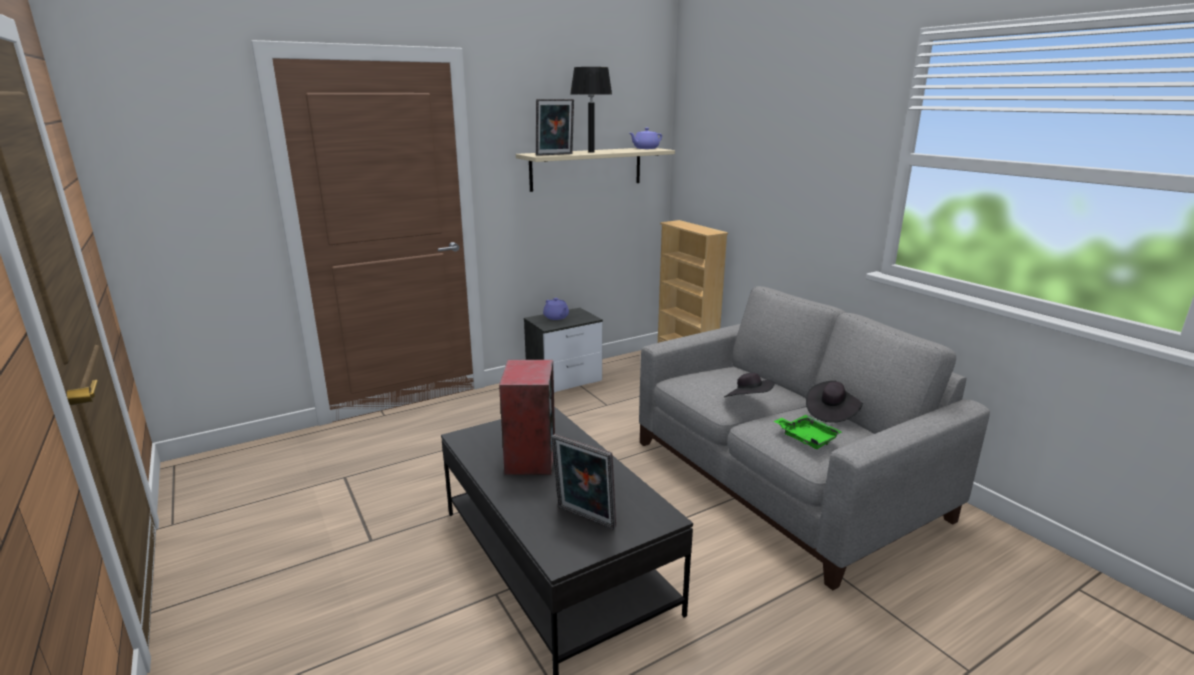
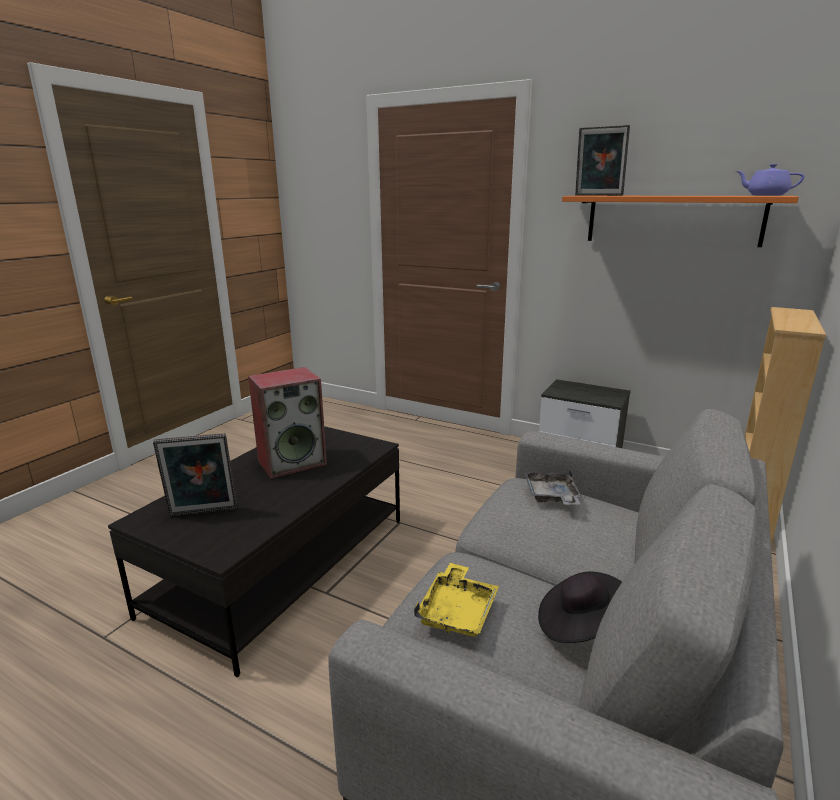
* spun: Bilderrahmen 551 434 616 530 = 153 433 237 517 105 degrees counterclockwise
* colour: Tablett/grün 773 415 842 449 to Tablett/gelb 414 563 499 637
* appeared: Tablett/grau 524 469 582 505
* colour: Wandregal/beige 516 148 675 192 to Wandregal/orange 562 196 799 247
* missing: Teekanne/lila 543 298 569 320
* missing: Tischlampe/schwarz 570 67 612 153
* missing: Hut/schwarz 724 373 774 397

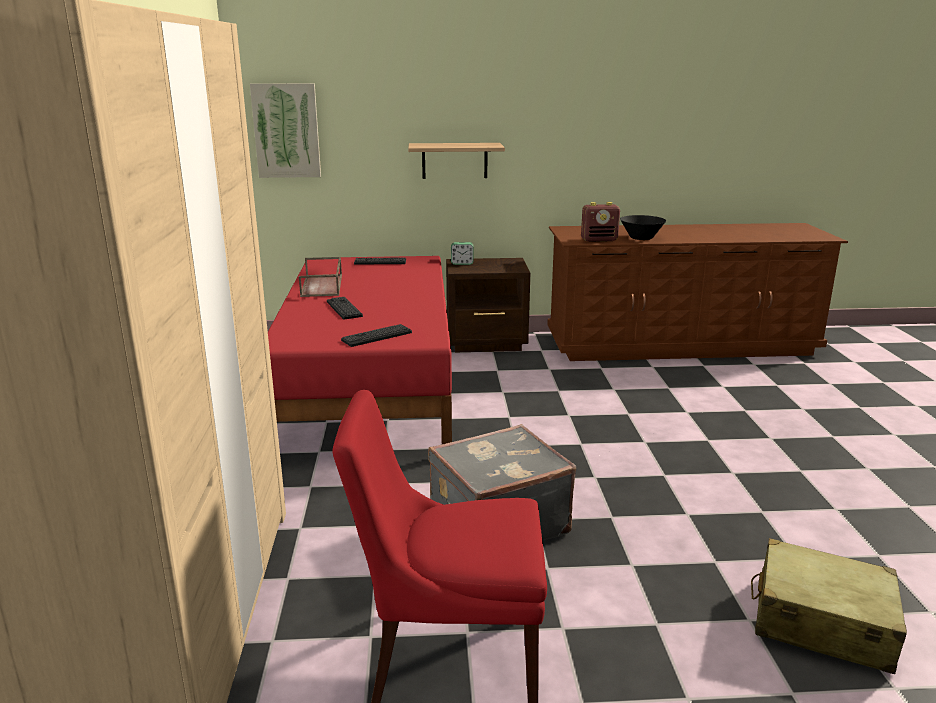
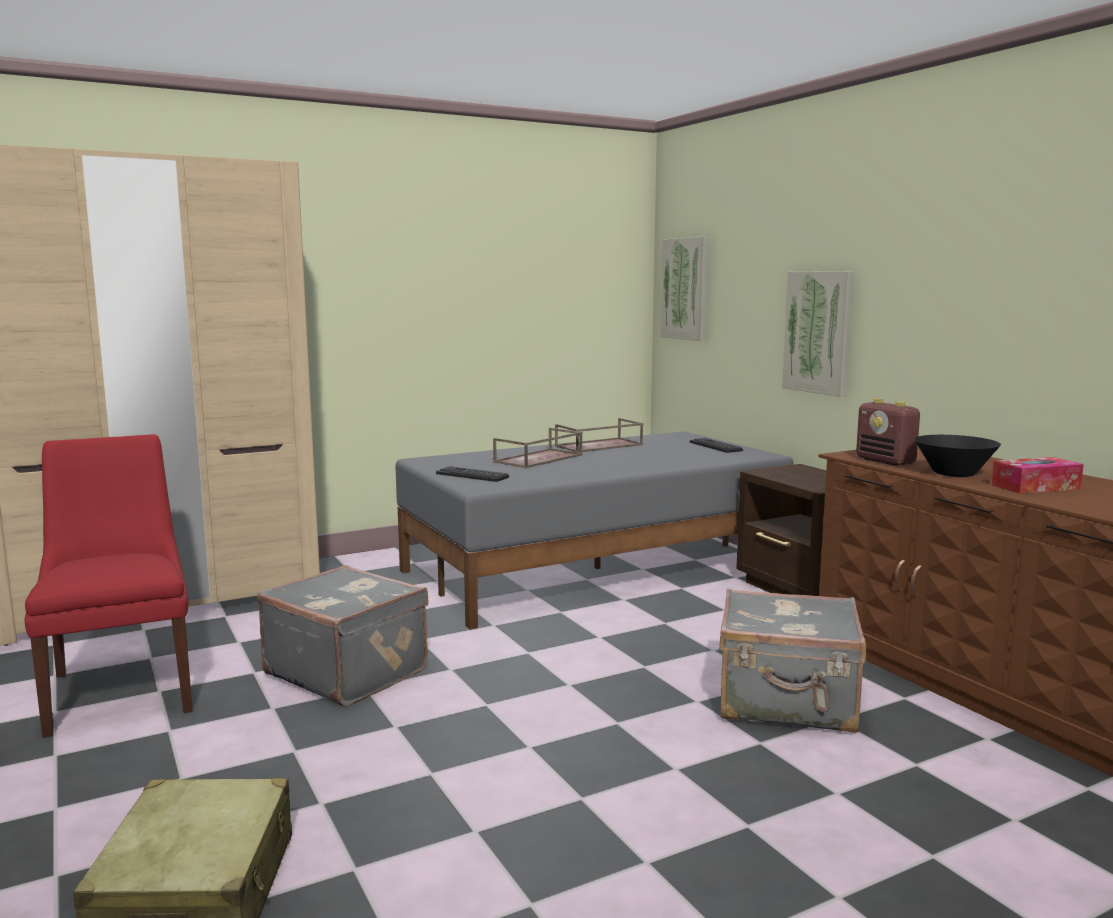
* colour: Bett/rot 268 256 452 444 to Bett/grau 395 431 793 630
* exchanged: Tastatur 327 297 363 319 to Tablett/braun 493 428 583 468
* appeared: Koffer/grau 719 589 866 732
* exchanged: Wandregal 408 143 505 179 to Bild 782 271 854 397
* appeared: Taschentuchbox 991 457 1084 494
* missing: Wecker 451 242 474 265

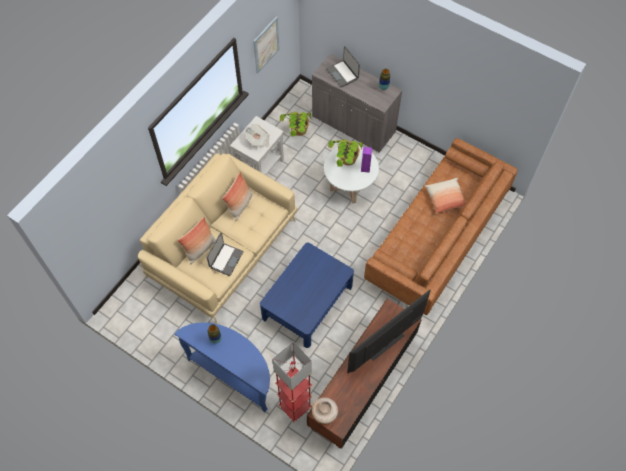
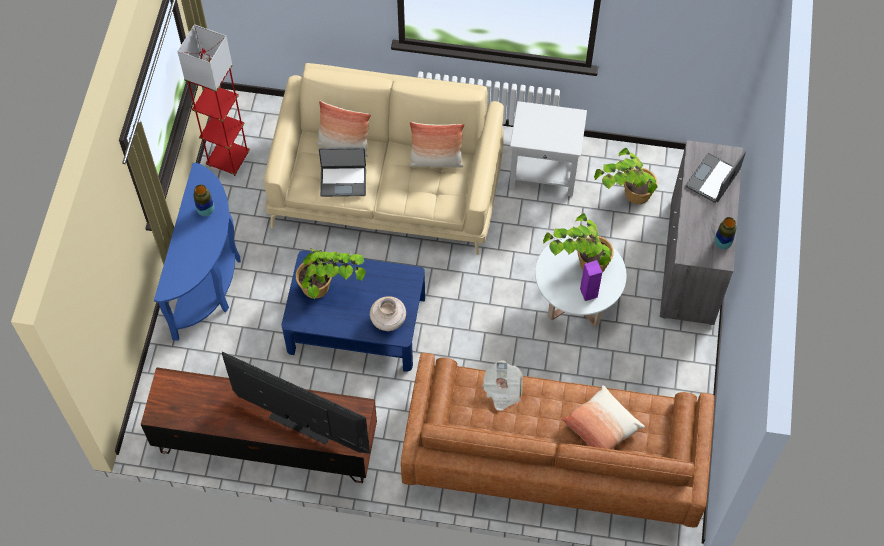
* relocated: Stehlampe/rot 272 341 312 422 to 177 24 250 176
* appeared: Topfpflanze 296 248 366 299
* relocated: Vase/beige 312 398 338 424 to 370 296 406 331
* relocated: Zeitung 245 124 270 148 to 482 360 523 411
* missing: Bild 253 16 280 74

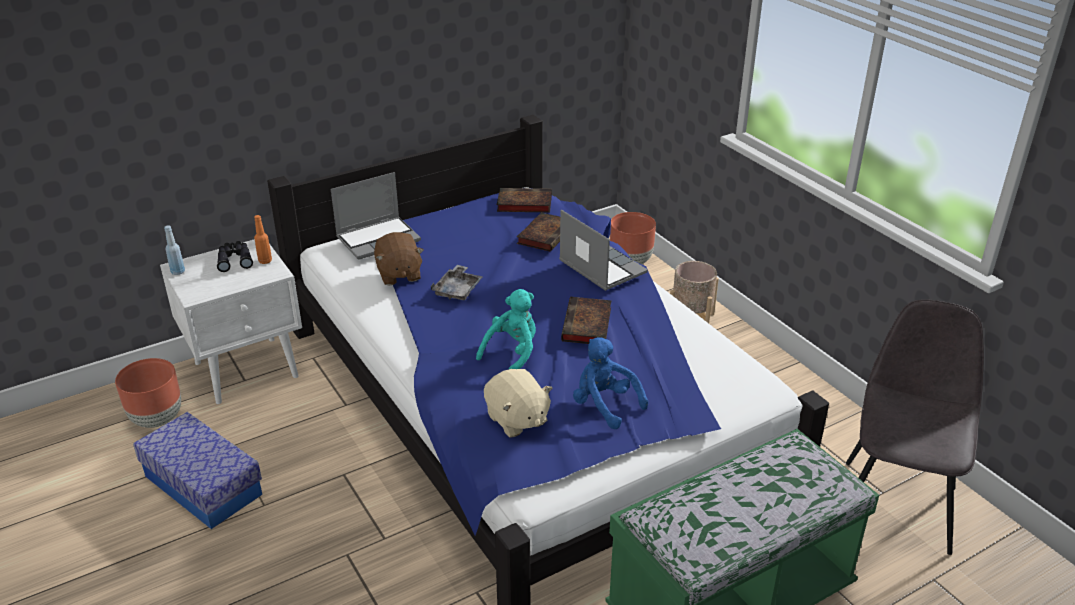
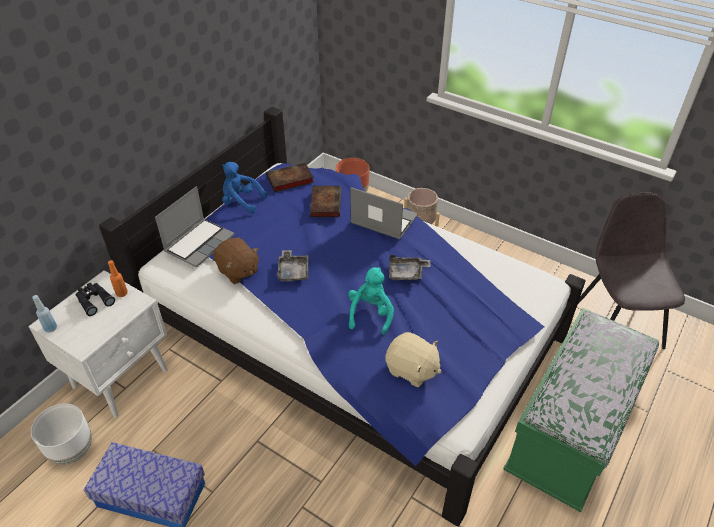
* colour: Pflanzkübel/braun 115 358 181 428 to Pflanzkübel/weiß 31 403 92 465
* relocated: Plüschtier/blau 573 337 649 429 to 222 162 267 214
* exchanged: Buch 561 297 612 344 to Tablett/grau 389 255 431 280

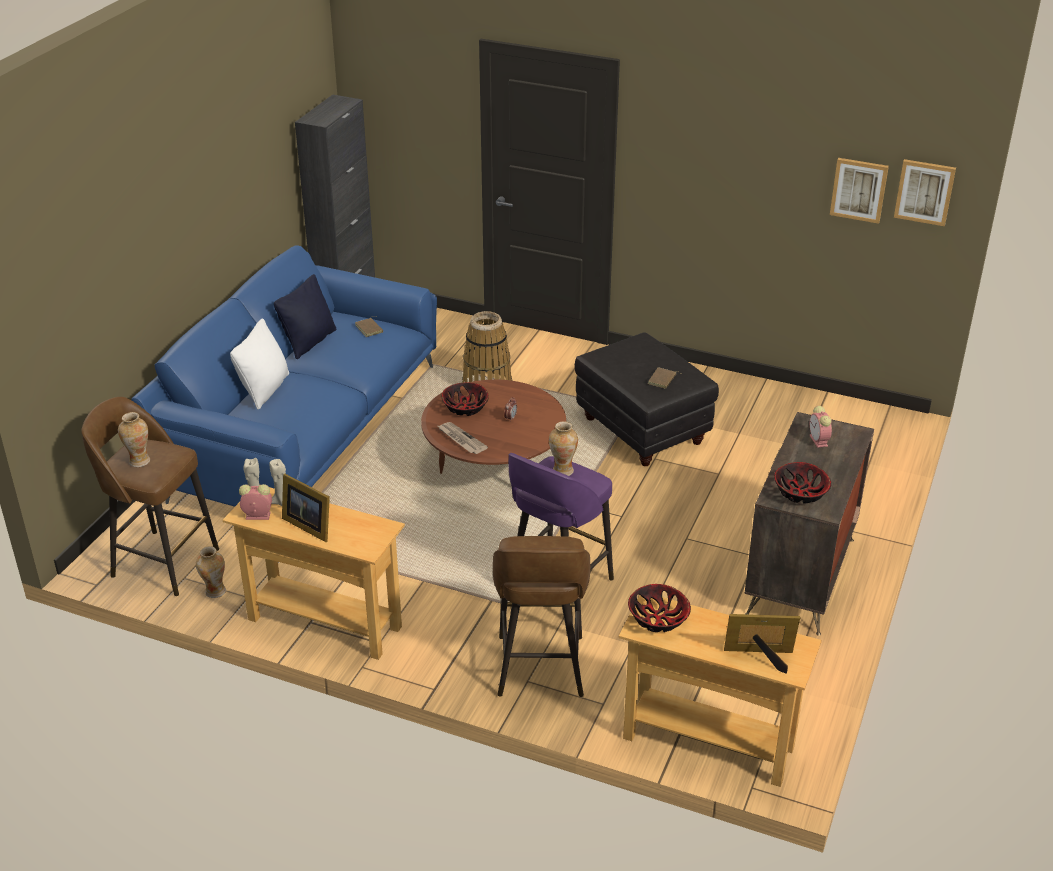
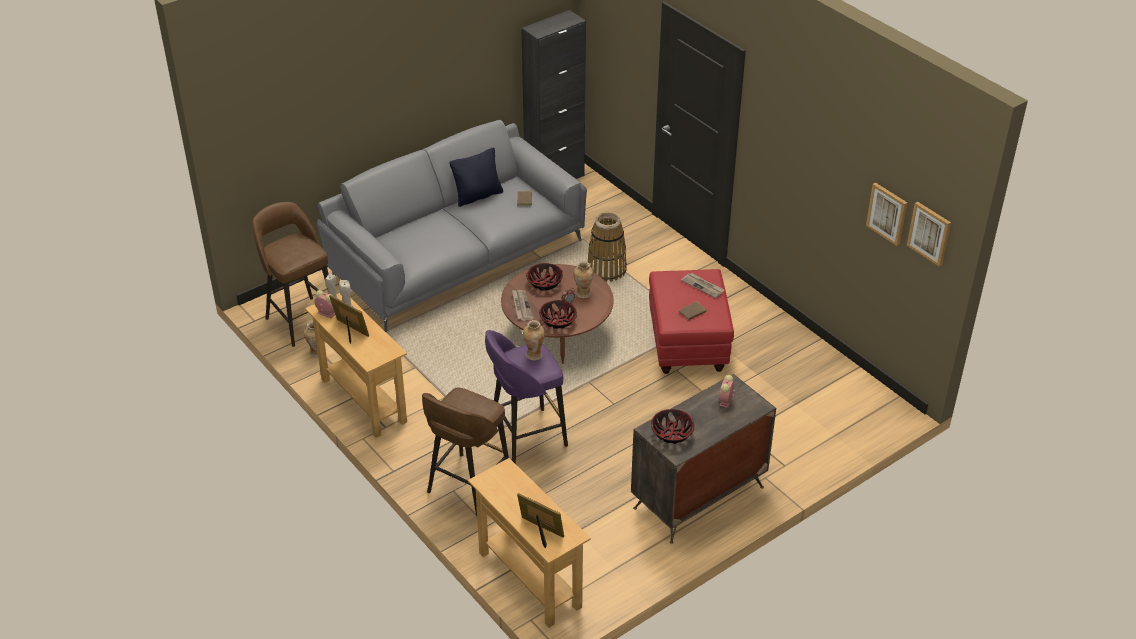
* colour: Sofa/blau 131 246 437 507 to Sofa/grau 317 120 587 332
* spun: Bilderrahmen 282 474 330 542 = 329 295 369 344 150 degrees clockwise
* relocated: Schüssel 628 584 691 632 to 539 300 577 329
* relocated: Vase 118 412 150 467 to 574 261 594 298
* colour: Polsterhocker/schwarz 575 332 719 466 to Polsterhocker/rot 649 269 734 374
* appeared: Zeitung 681 273 725 298
* missing: Kissen/weiß 230 319 289 409

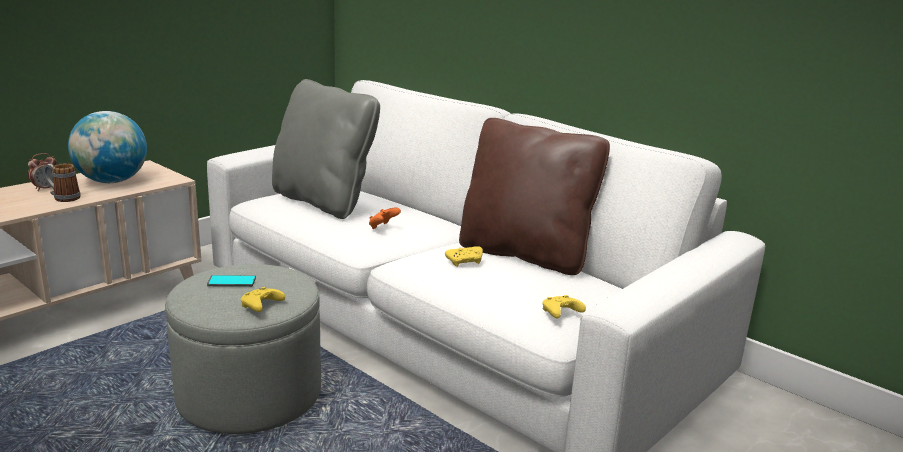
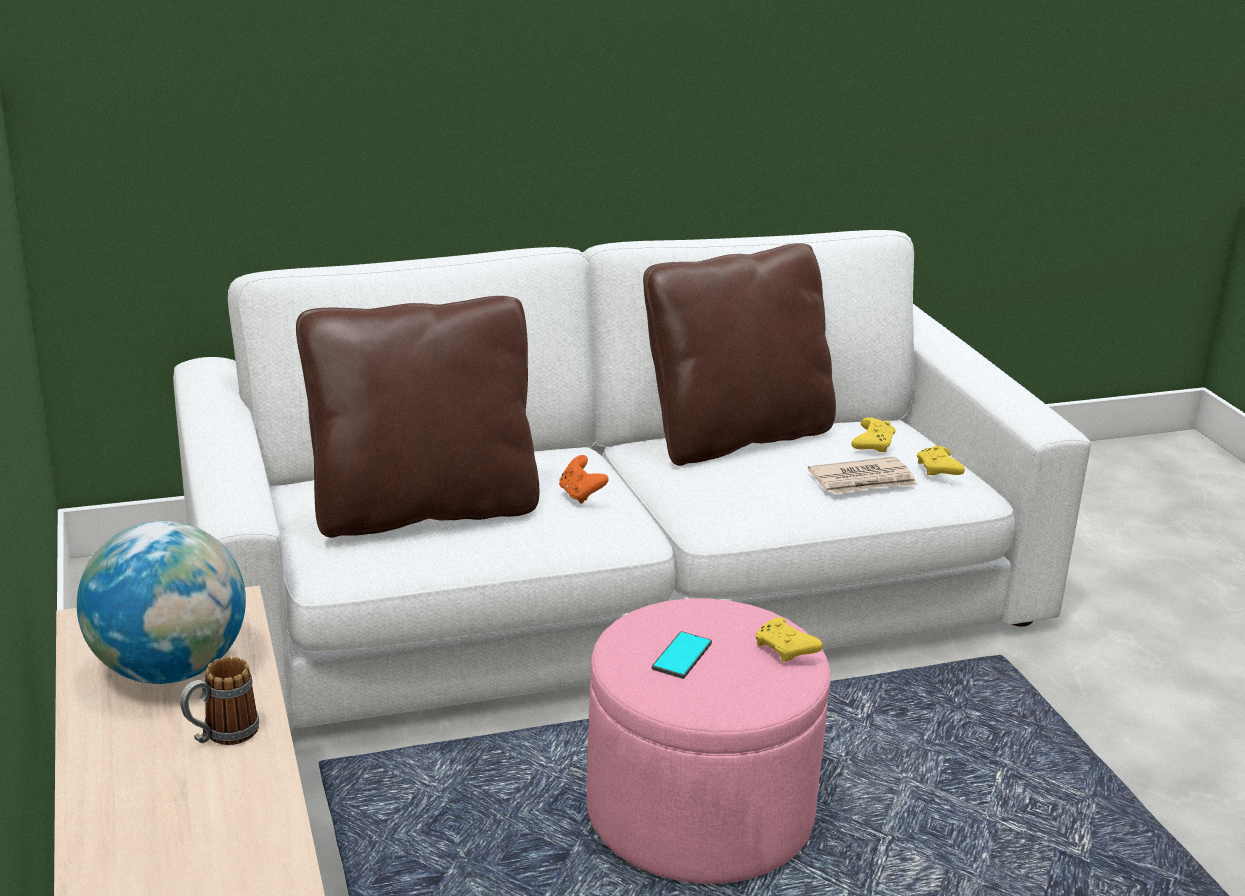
* colour: Kissen/grau 272 79 380 219 to Kissen/braun 296 296 539 538
* colour: Polsterhocker/grau 165 264 321 434 to Polsterhocker/rosa 586 599 830 884
* appeared: Zeitung 808 457 918 494
* relocated: Gamepad/gelb 445 246 483 267 to 851 417 896 452
* missing: Wecker 28 153 57 191

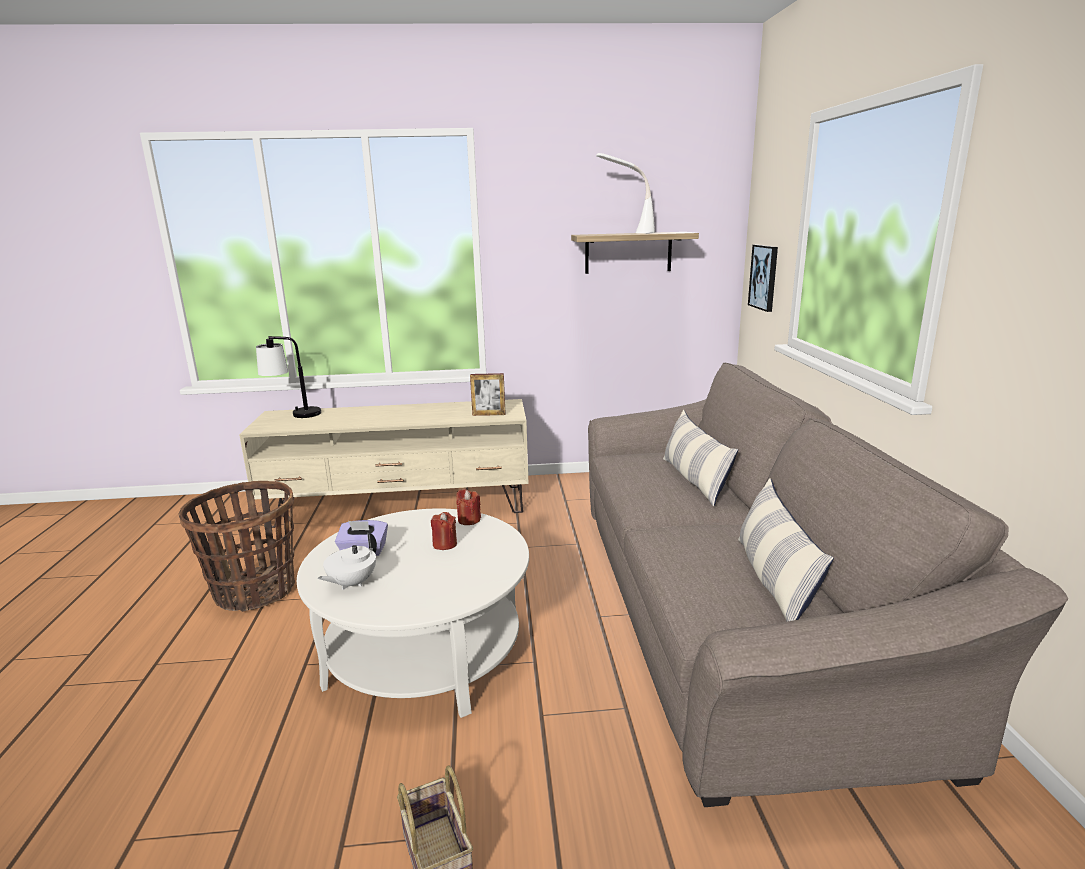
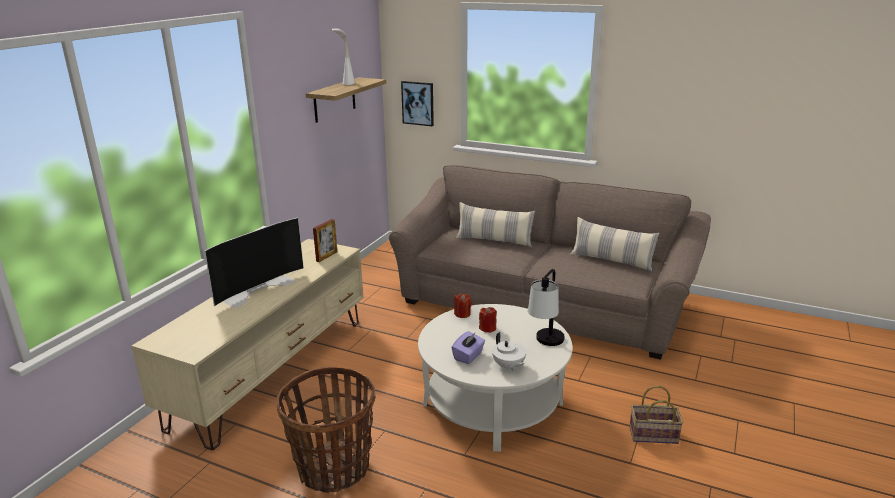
* appeared: Fernseher 204 218 304 307
* relocated: Tischlampe 256 336 321 418 to 528 269 565 346

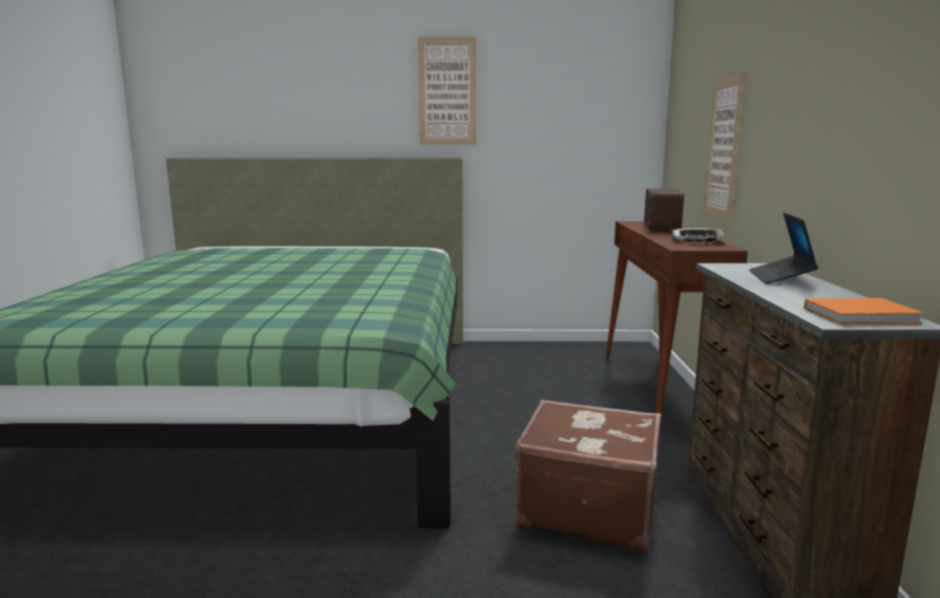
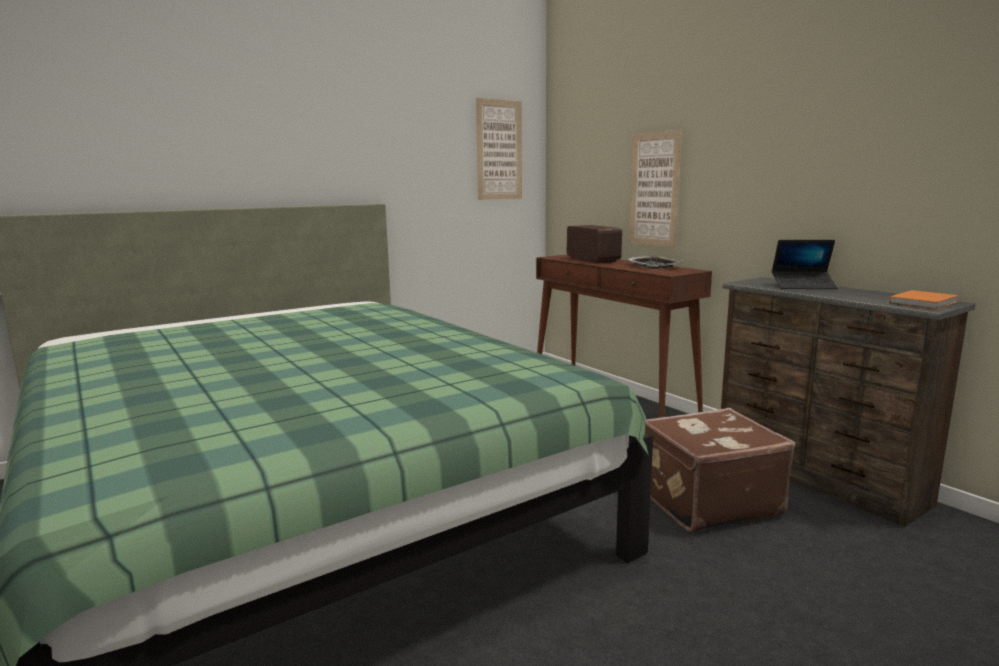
* relocated: Bild 418 37 476 145 to 476 98 522 200
* spun: Laptop 749 213 818 284 = 772 240 838 289 60 degrees counterclockwise

